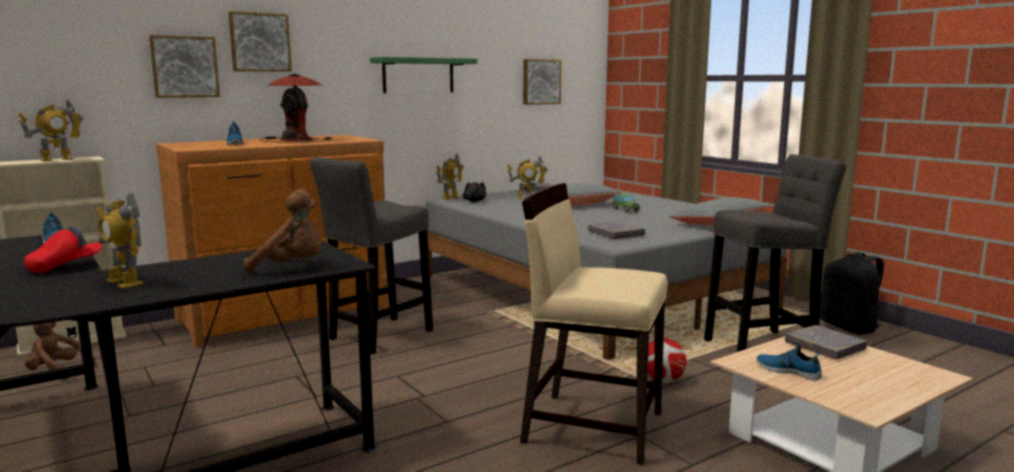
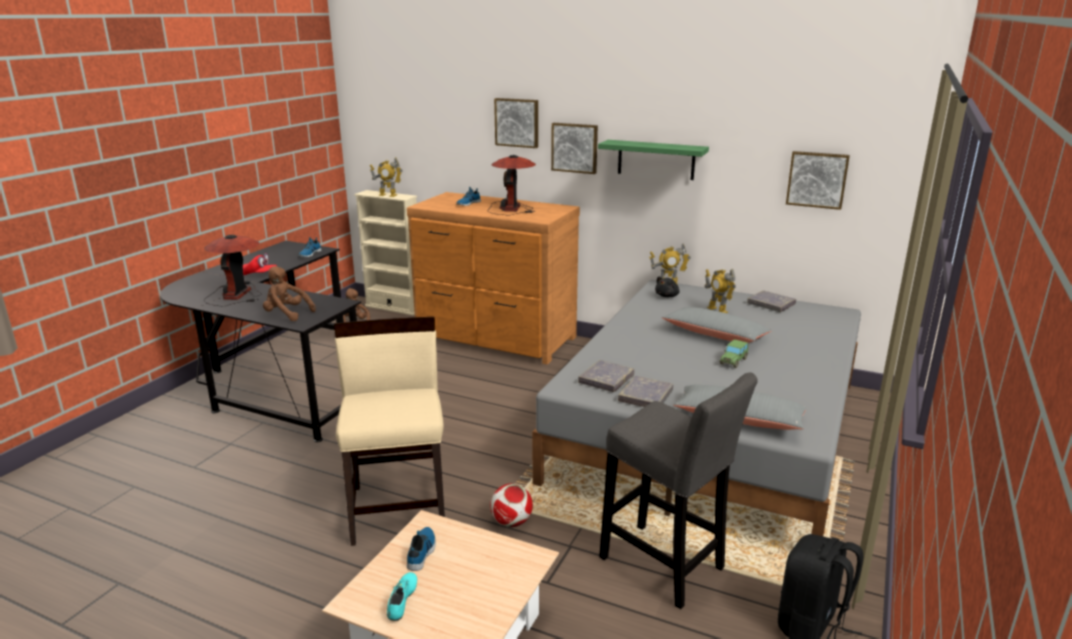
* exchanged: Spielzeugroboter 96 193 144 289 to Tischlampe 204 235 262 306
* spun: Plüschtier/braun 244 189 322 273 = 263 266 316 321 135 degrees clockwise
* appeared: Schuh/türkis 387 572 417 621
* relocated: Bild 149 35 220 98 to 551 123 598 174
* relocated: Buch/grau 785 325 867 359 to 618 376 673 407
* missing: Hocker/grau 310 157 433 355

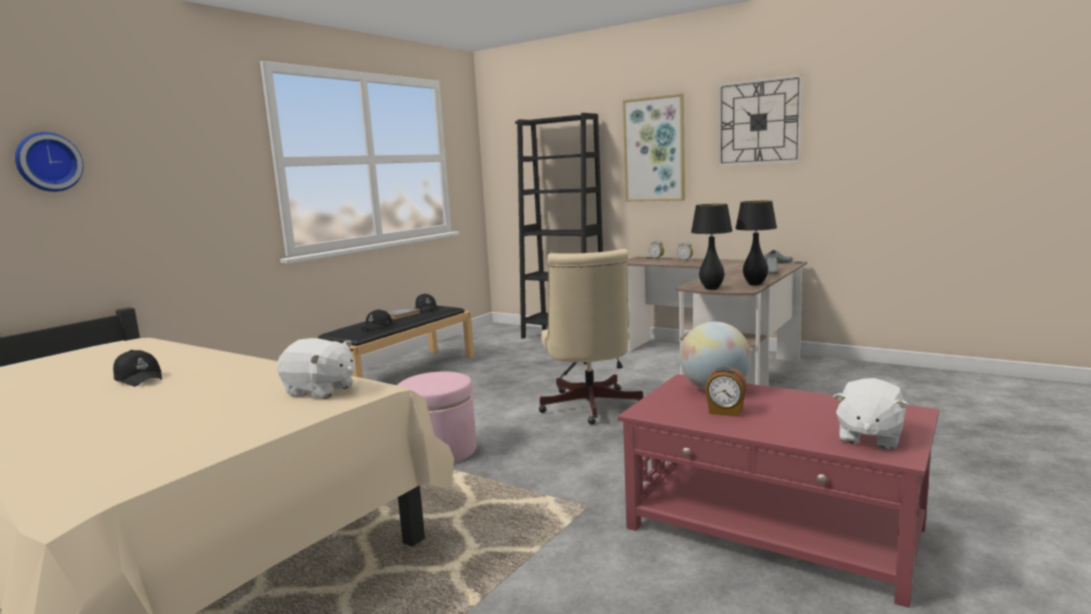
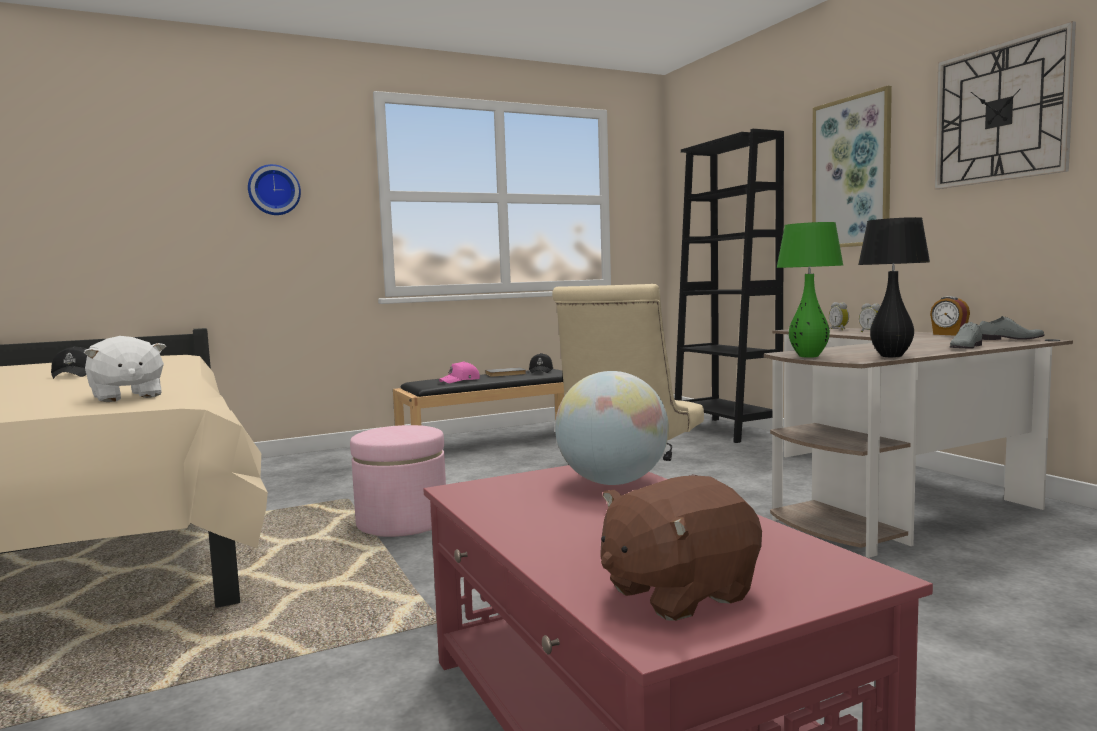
* relocated: Wanduhr 15 132 83 192 to 248 164 301 215
* colour: Kappe/schwarz 362 309 392 330 to Kappe/rosa 439 361 480 383
* colour: Plüschtier/weiß 833 378 909 449 to Plüschtier/braun 601 476 762 621
* colour: Tischlampe/schwarz 691 204 733 290 to Tischlampe/grün 776 222 843 358
* relocated: Wecker 705 367 747 417 to 930 296 970 336

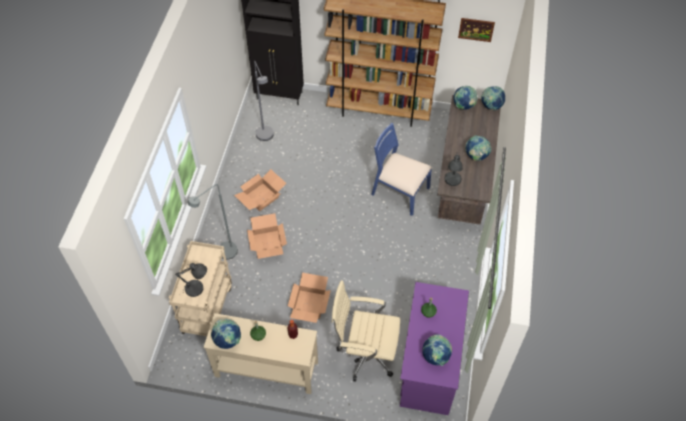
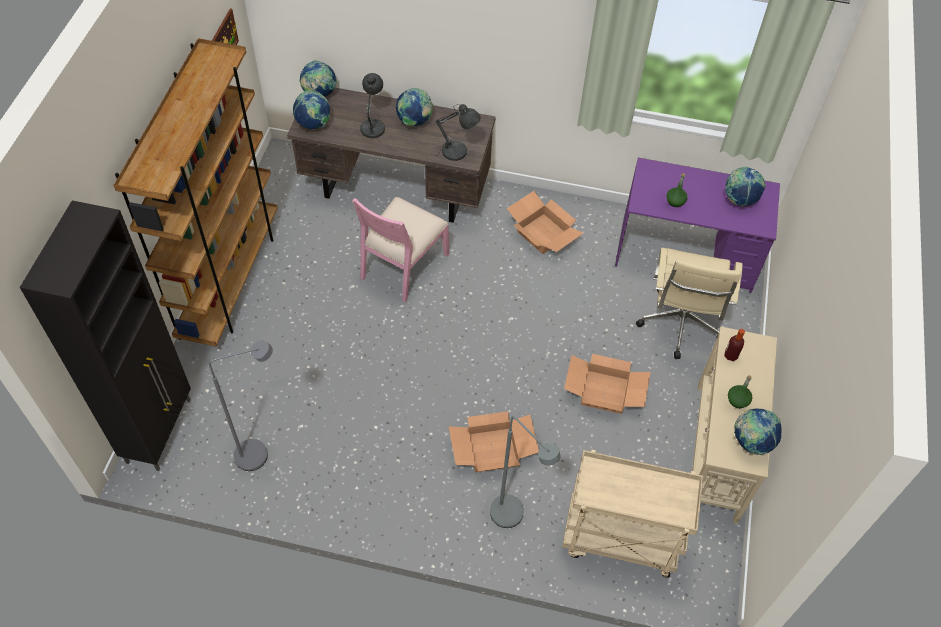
* colour: Stuhl/blau 371 123 432 216 to Stuhl/rosa 353 197 449 302
* relocated: Tischlampe/grau 175 263 207 297 to 360 73 385 144
* relocated: Karton 234 169 286 211 to 507 191 583 254

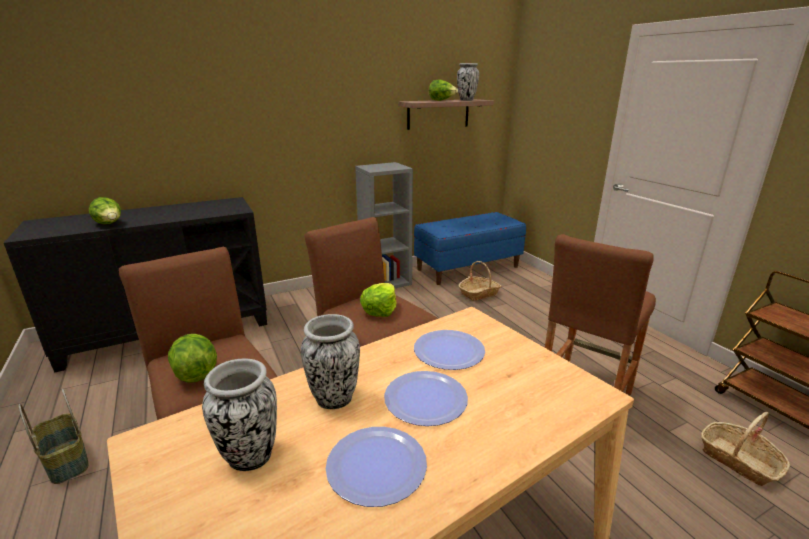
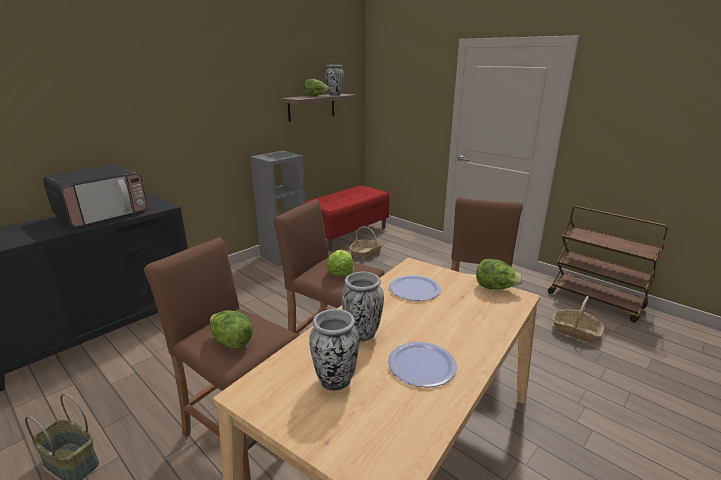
* appeared: Mikrowelle 43 164 148 228
* colour: Bank/blau 414 212 526 285 to Bank/rot 306 185 390 251
* relocated: Salatkopf 89 197 121 224 to 476 259 524 290
* missing: Teller 384 371 468 426

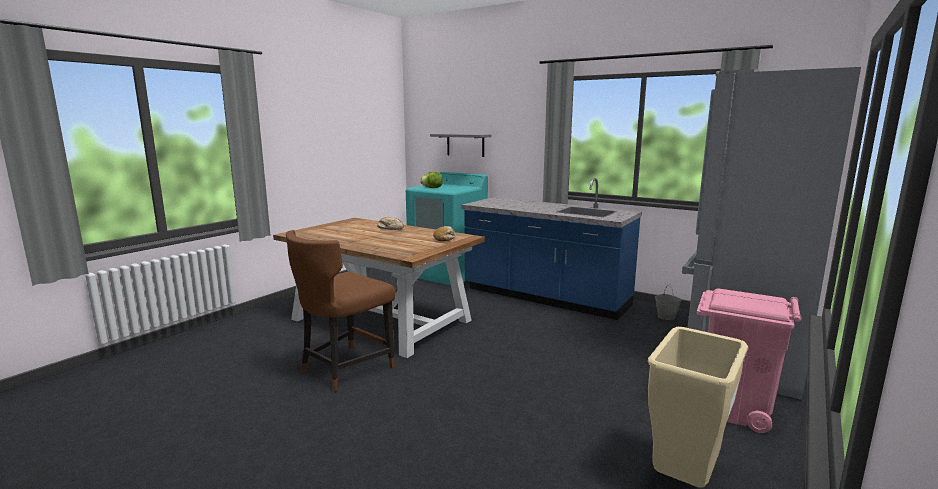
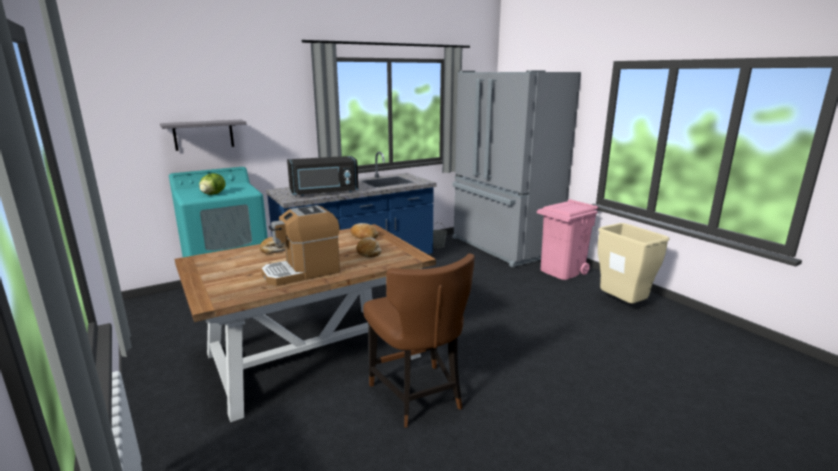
* appeared: Kaffeemaschine 261 205 340 286
* appeared: Mikrowelle/schwarz 287 156 358 196
* appeared: Brot 357 237 381 258

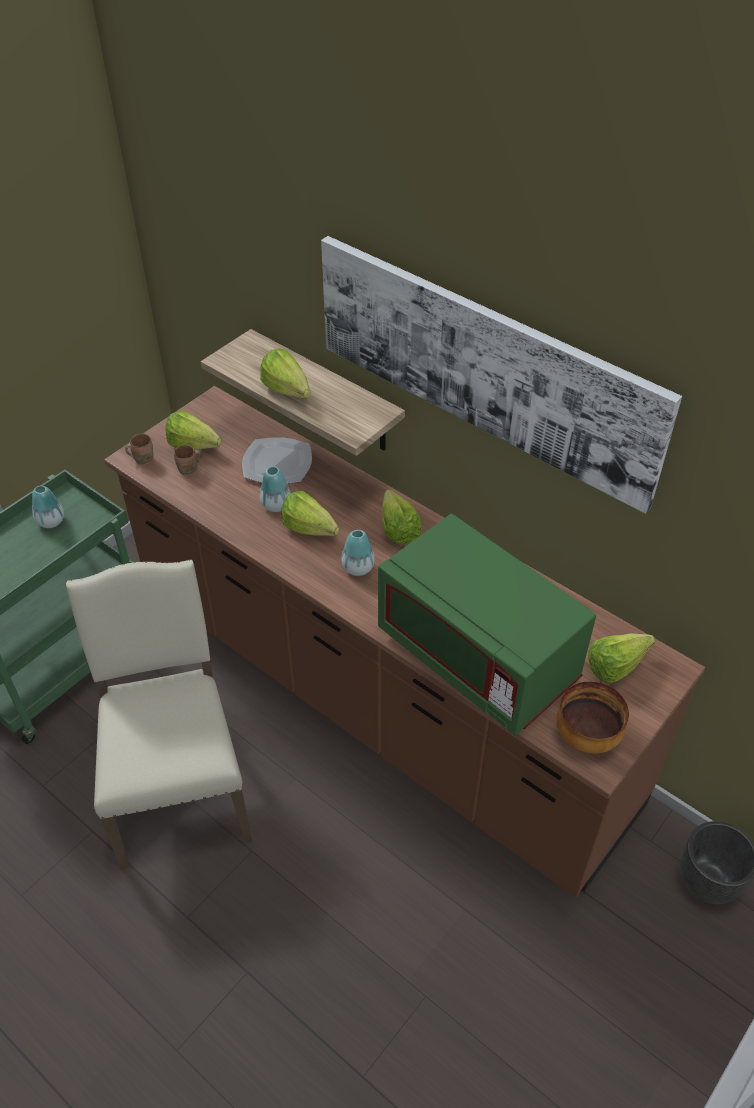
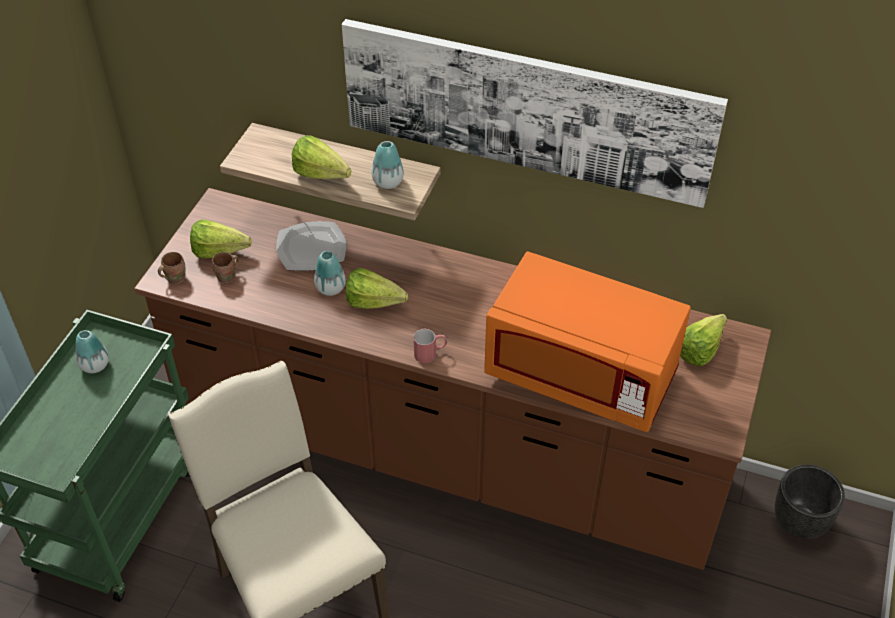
* relocated: Vase 341 530 375 576 to 371 141 404 189
* appeared: Henkelbecher/rot 413 329 447 363
* colour: Mikrowelle/grün 378 514 596 735 to Mikrowelle/orange 484 251 691 432
* missing: Salatkopf 382 489 422 545
* missing: Schüssel 557 682 629 753

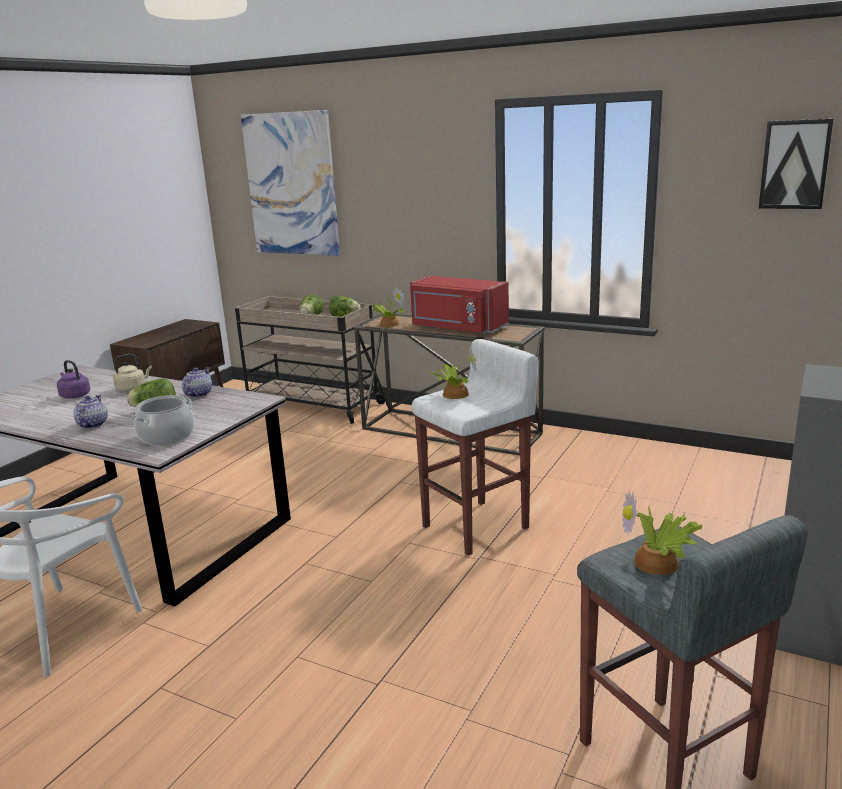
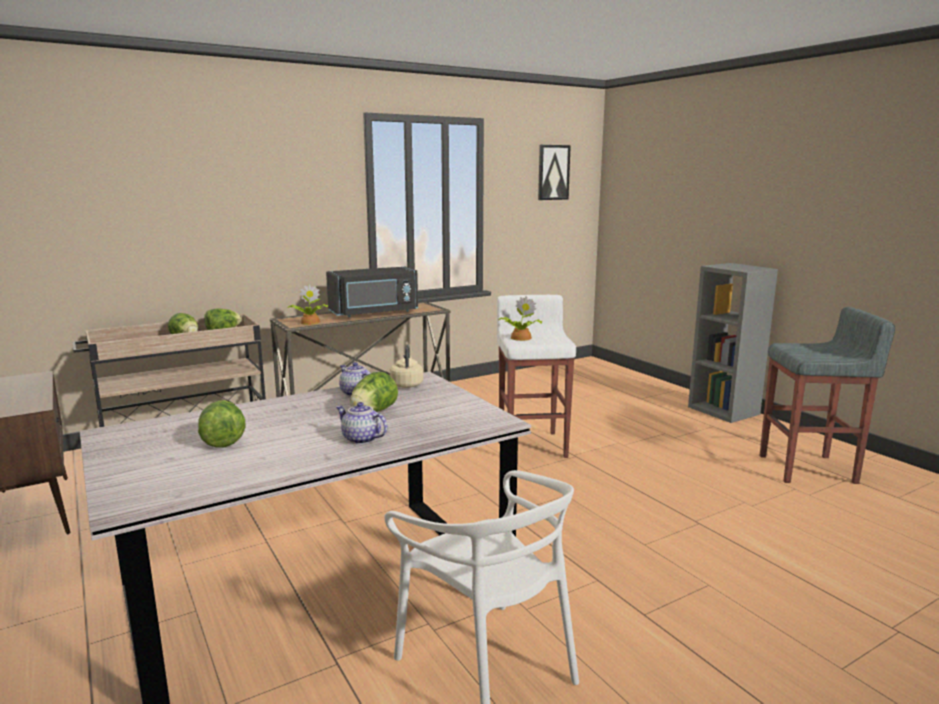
* exchanged: Wasserkessel/lila 57 360 90 399 to Salatkopf 198 400 245 448
* colour: Mikrowelle/rot 410 276 509 334 to Mikrowelle/schwarz 326 266 418 317
* relocated: Wasserkessel/beige 113 354 152 391 to 390 344 423 388
* missing: Kochtopf 131 395 195 445
* missing: Bild 241 110 340 256
* missing: Topfpflanze 622 491 703 575

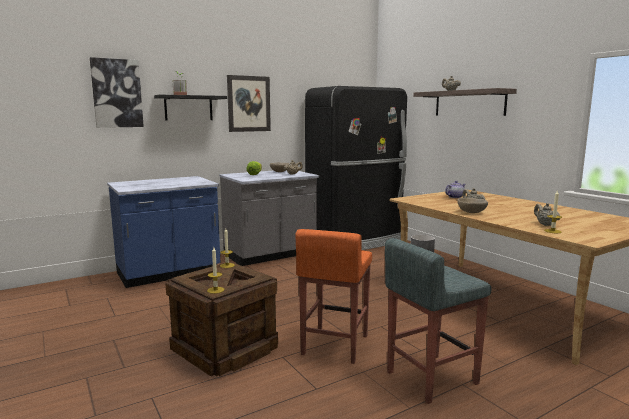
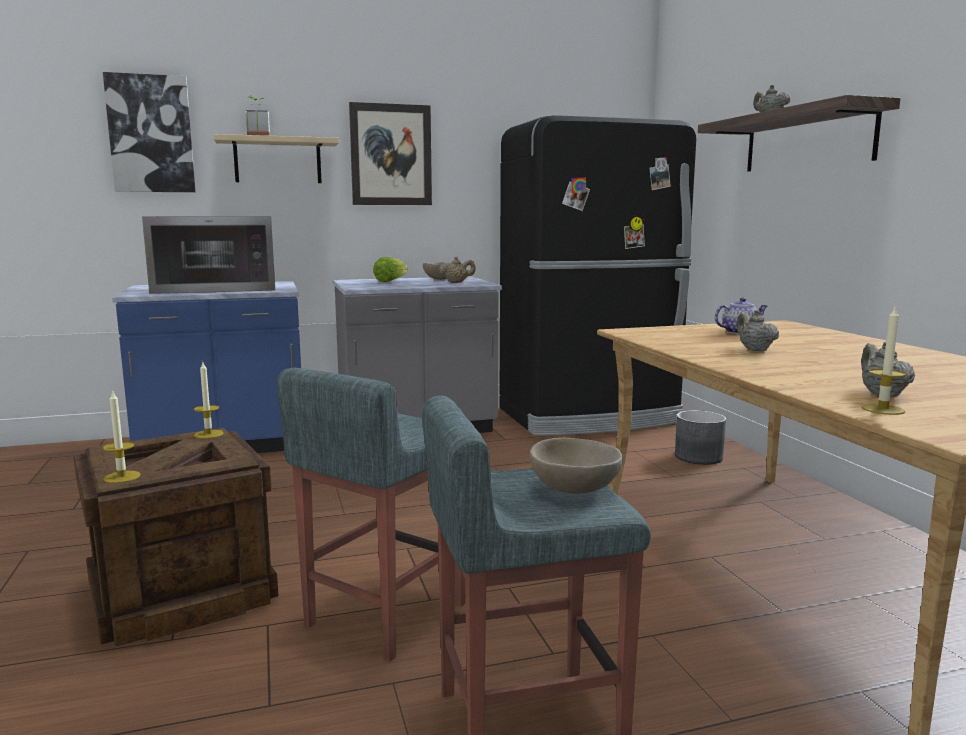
* appeared: Mikrowelle 142 216 275 294
* colour: Wandregal/schwarz 154 95 227 121 to Wandregal/beige 213 134 339 183
* colour: Hocker/orange 295 229 372 364 to Hocker/grau 277 368 466 662
* relocated: Schüssel/beige 457 198 488 213 to 530 438 623 493

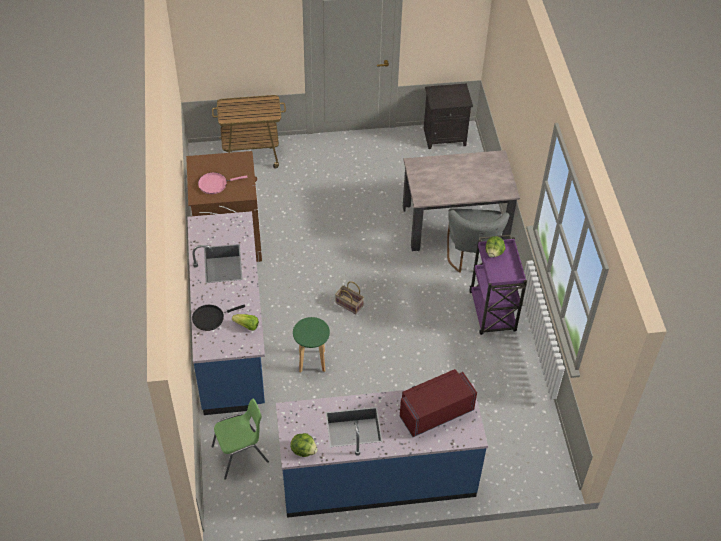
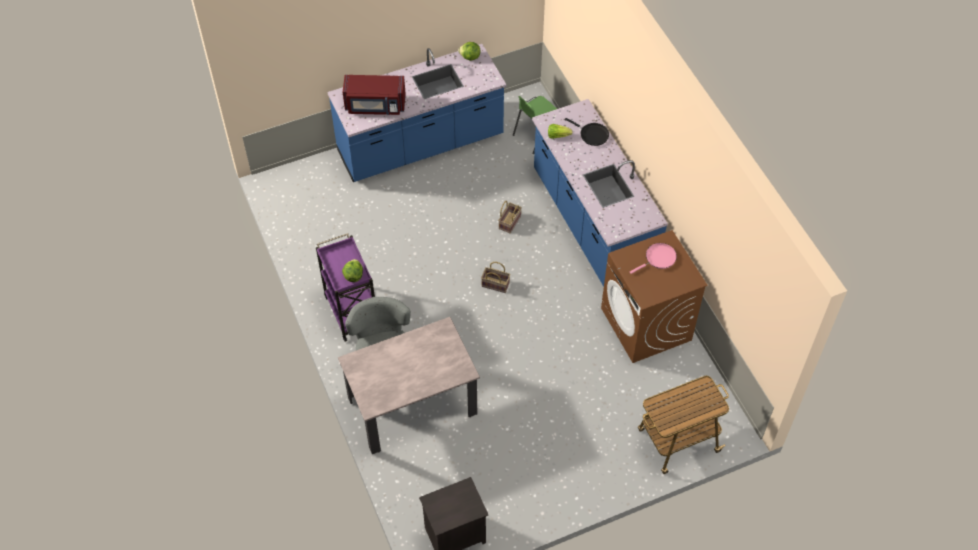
* spun: Mikrowelle/rot 400 369 477 437 = 343 75 406 115 45 degrees clockwise
* exchanged: Hocker/grün 293 317 330 373 to Korb 498 201 522 234
* spun: Pfanne/schwarz 192 305 245 331 = 565 118 609 146 75 degrees clockwise

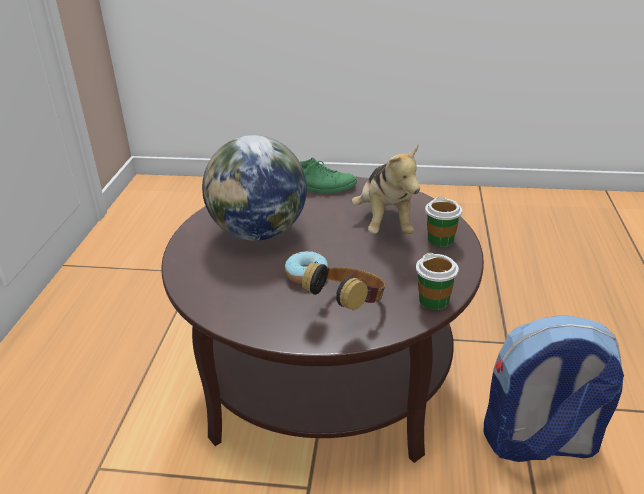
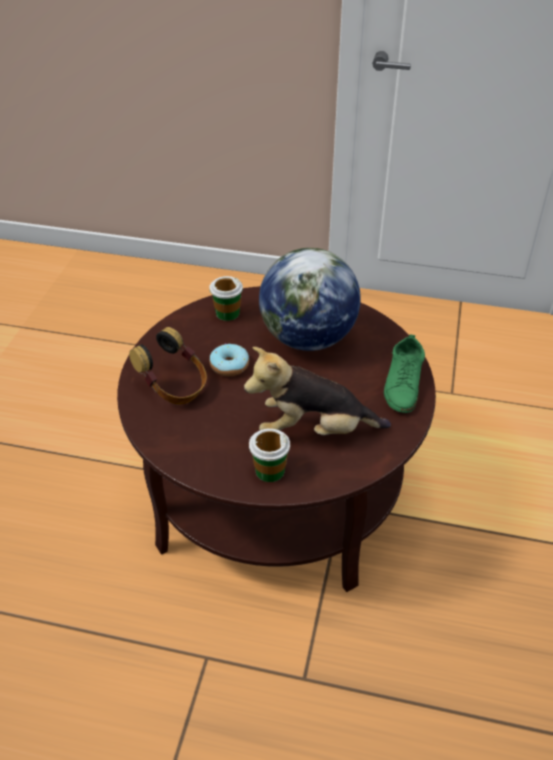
* relocated: Tasse 416 253 459 310 to 209 276 243 321
* missing: Rucksack 483 315 624 462

